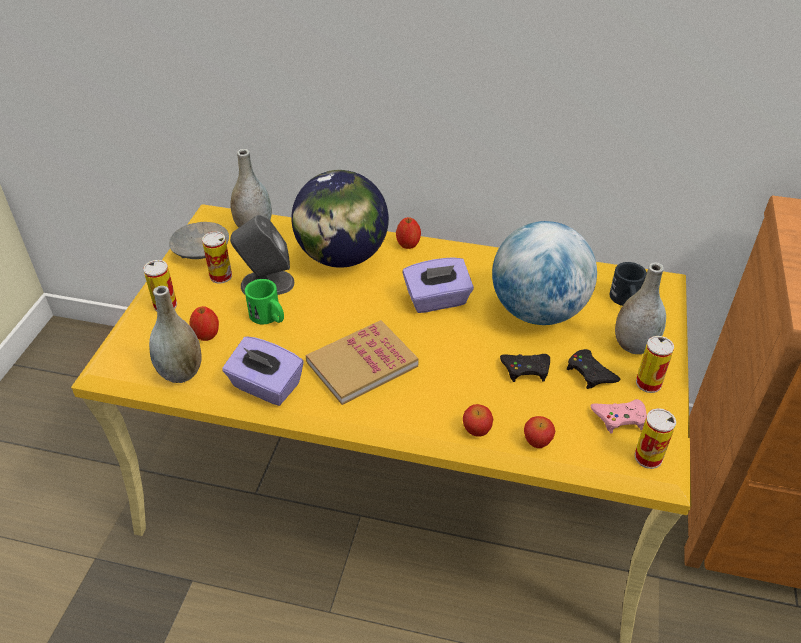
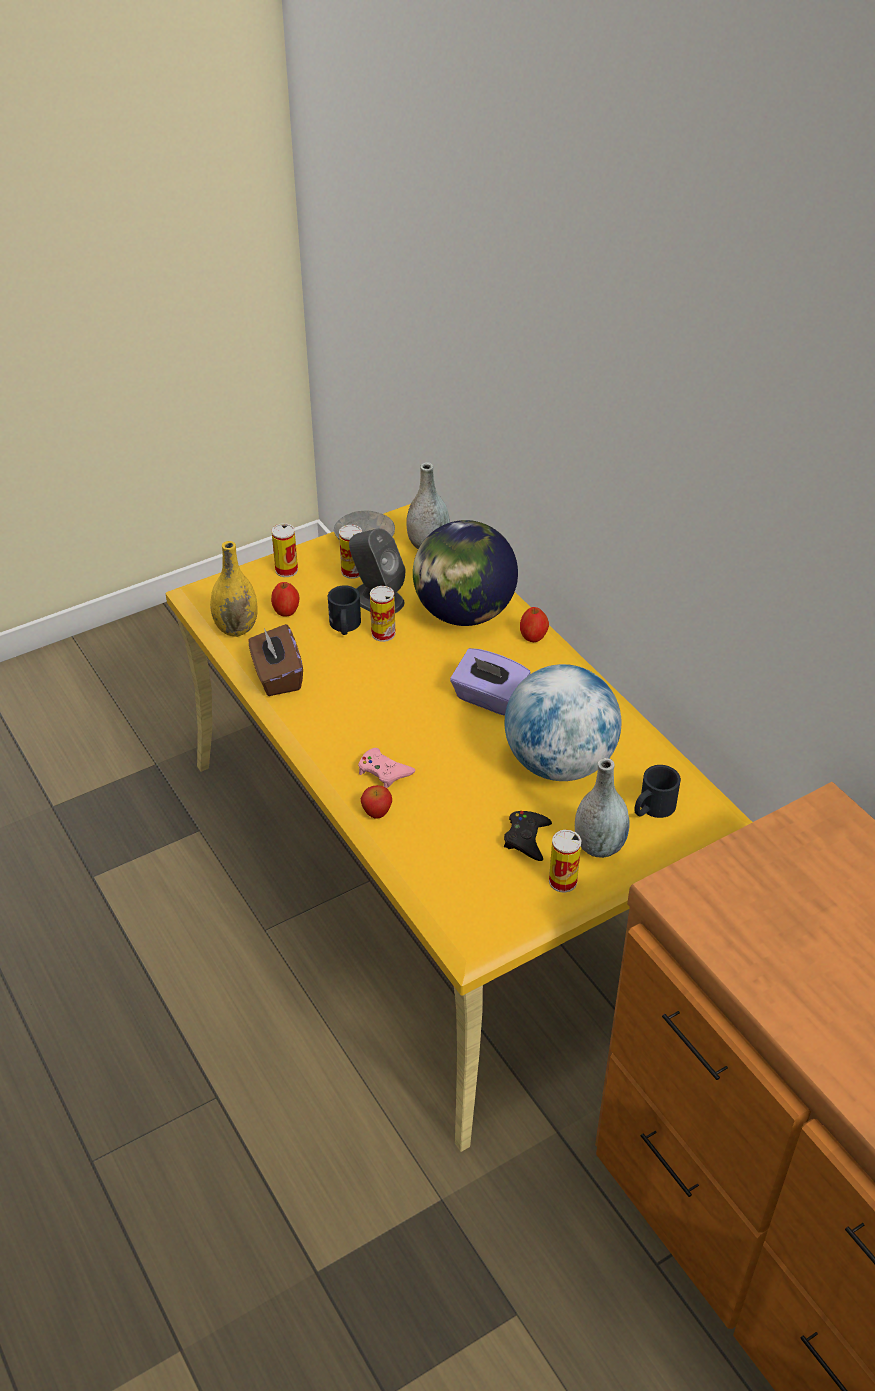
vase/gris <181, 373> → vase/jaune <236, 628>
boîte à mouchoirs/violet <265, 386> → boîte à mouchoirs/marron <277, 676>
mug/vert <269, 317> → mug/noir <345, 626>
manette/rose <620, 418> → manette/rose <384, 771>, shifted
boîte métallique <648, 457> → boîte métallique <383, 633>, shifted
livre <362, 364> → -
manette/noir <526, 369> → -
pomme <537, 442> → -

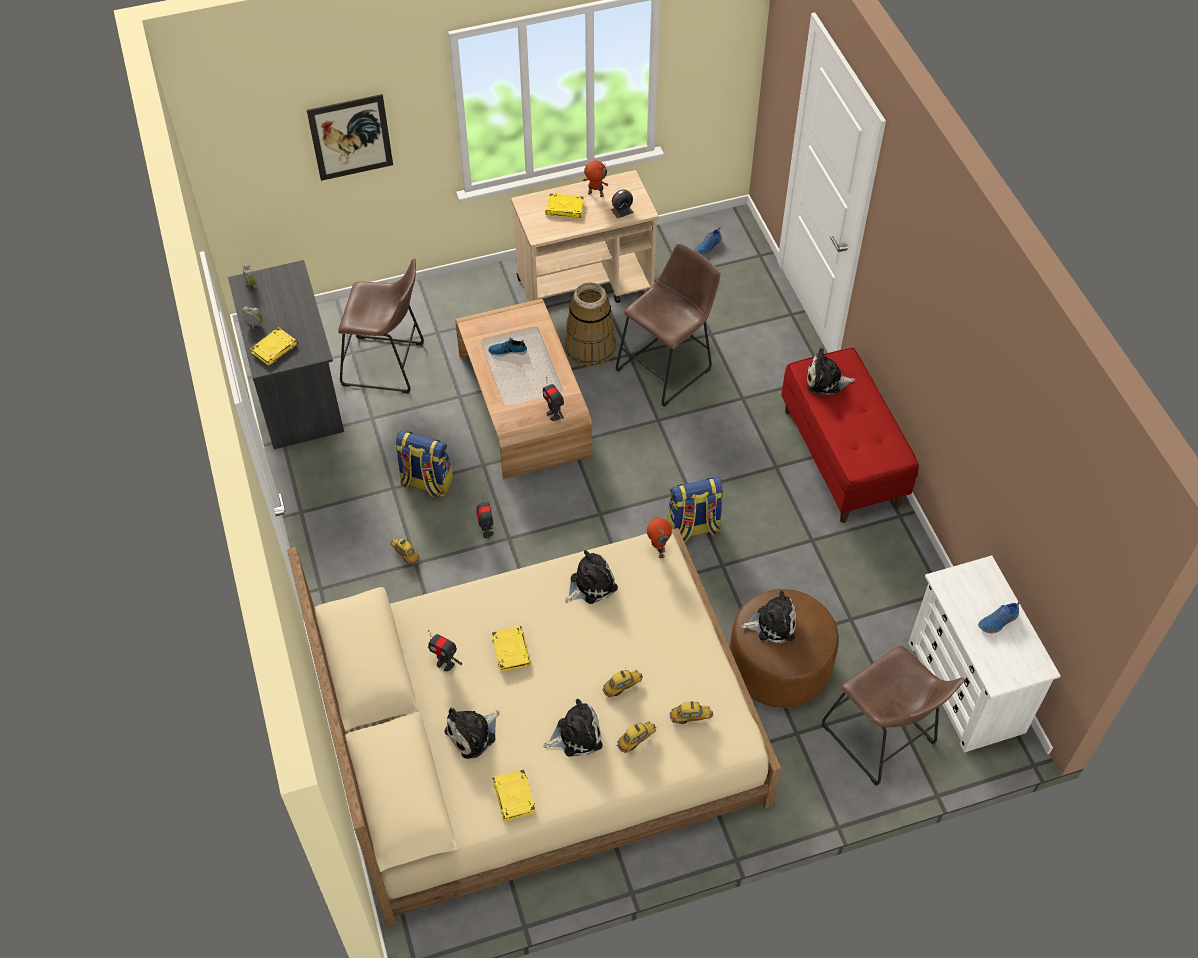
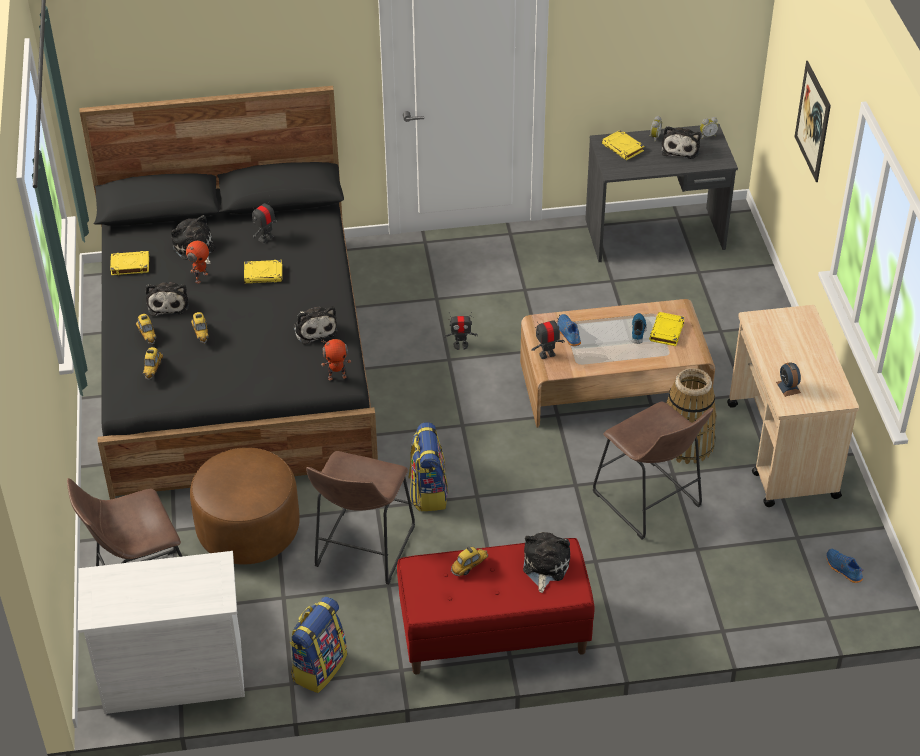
lit/beige <540, 735> → lit/noir <236, 360>
robot jouet <595, 194> → robot jouet <201, 277>, shifted
sac à dos <426, 482> → sac à dos <319, 667>, shifted
tabouret/marron <388, 365> → tabouret/marron <362, 551>, shifted
petite voiture <405, 554> → petite voiture <470, 566>, shifted
chaussure/bleu <998, 622> → chaussure/bleu <568, 334>, shifted
livre/jaune <565, 208> → livre/jaune <667, 332>, shifted
peluche <772, 623> → peluche <680, 148>, shifted

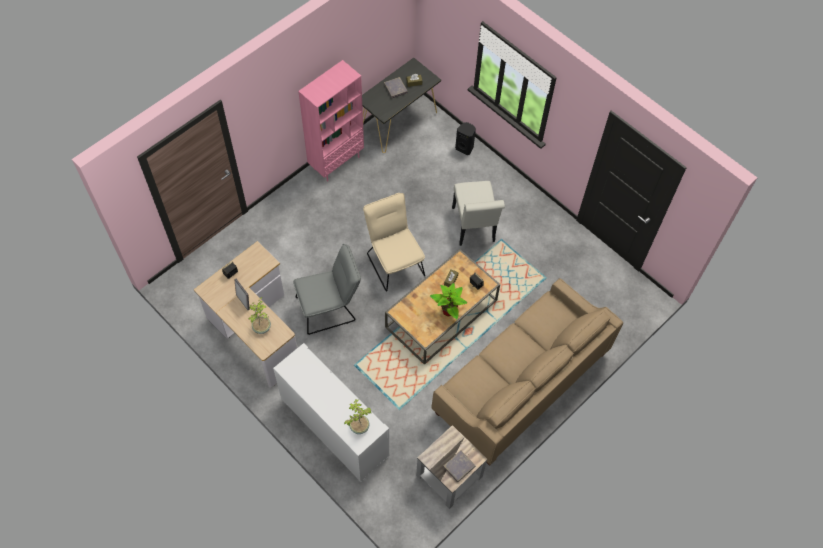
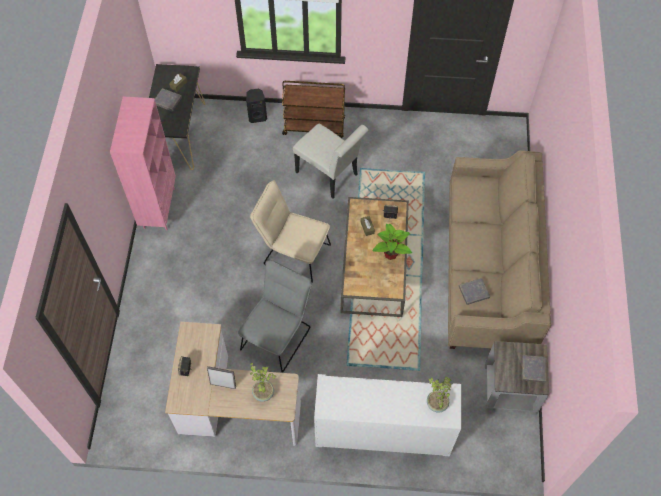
- → chariot/marron <314, 126>
- → livre/gris <474, 292>

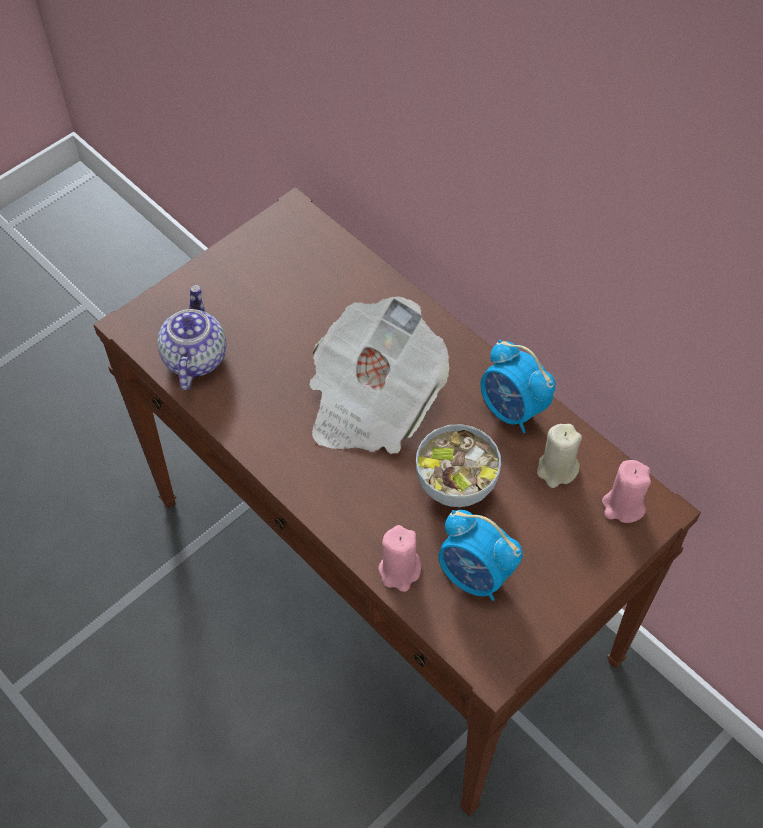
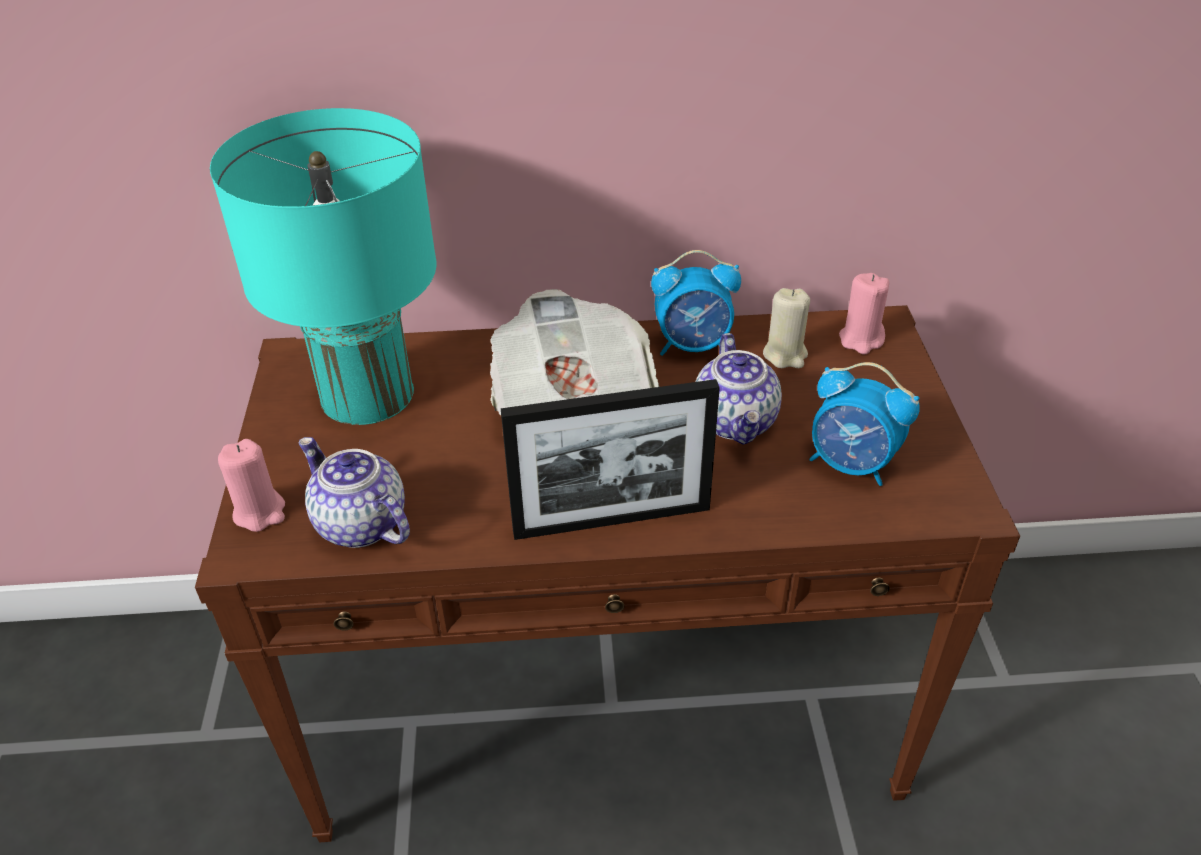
- → lampe de table/turquoise <367, 393>
bougie/rose <399, 571> → bougie/rose <260, 512>, shifted
- → cadre photo <612, 520>
bol <455, 484> → théière <736, 422>
réveil <475, 575> → réveil <852, 464>, 45 degrees clockwise

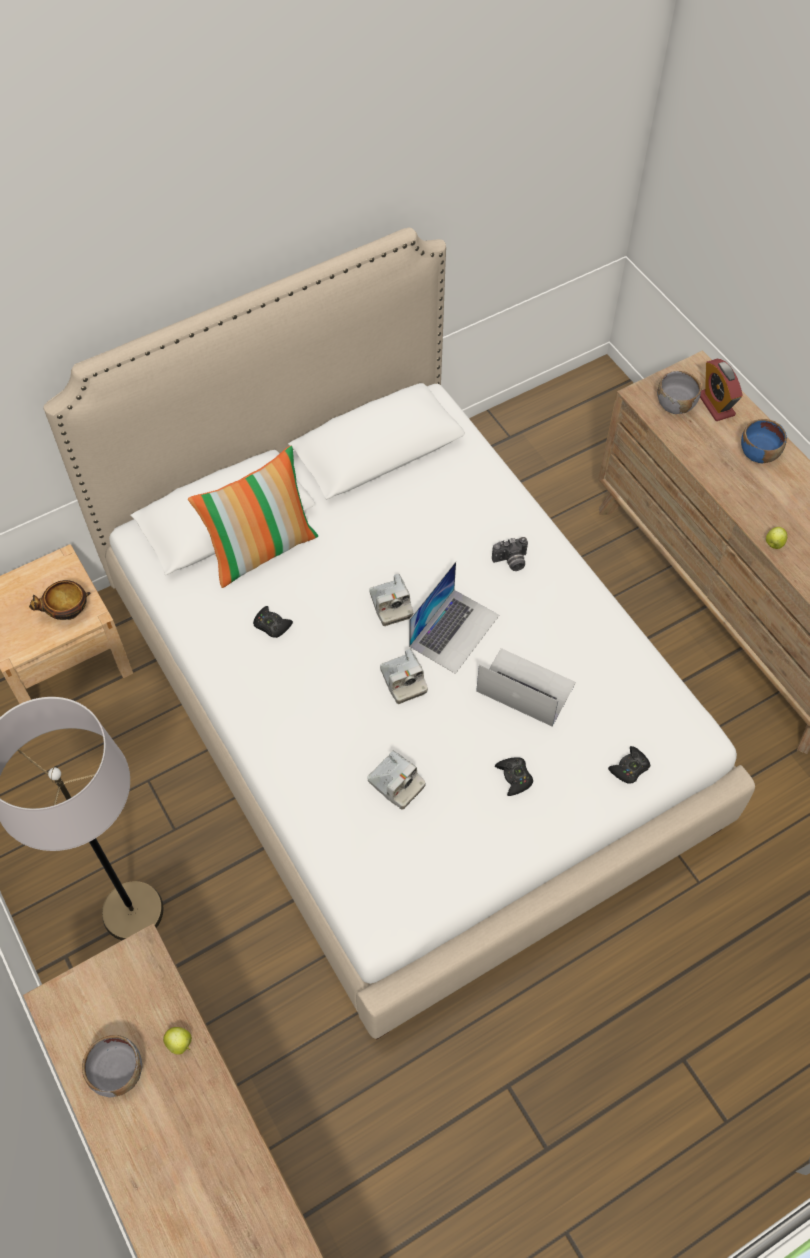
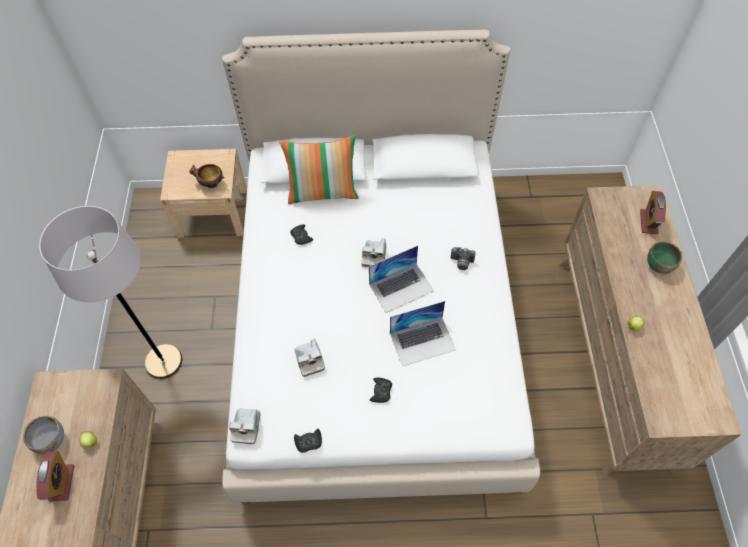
- → réveil <62, 483>
appareil photo <403, 681> → appareil photo <246, 427>, shifted
manette/noir <629, 768> → manette/noir <308, 442>, shifted
ordinateur portable <525, 687> → ordinateur portable <422, 341>, 105 degrees clockwise
bol/bleu <758, 453> → bol/vert <658, 265>
bol/gris <675, 405> → -

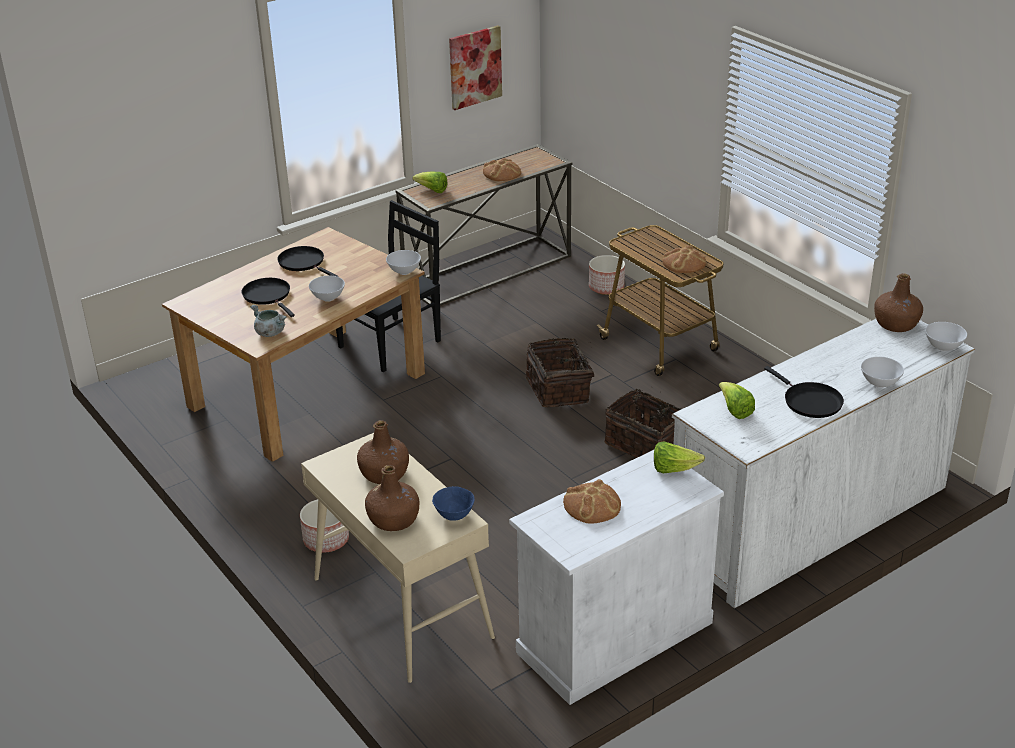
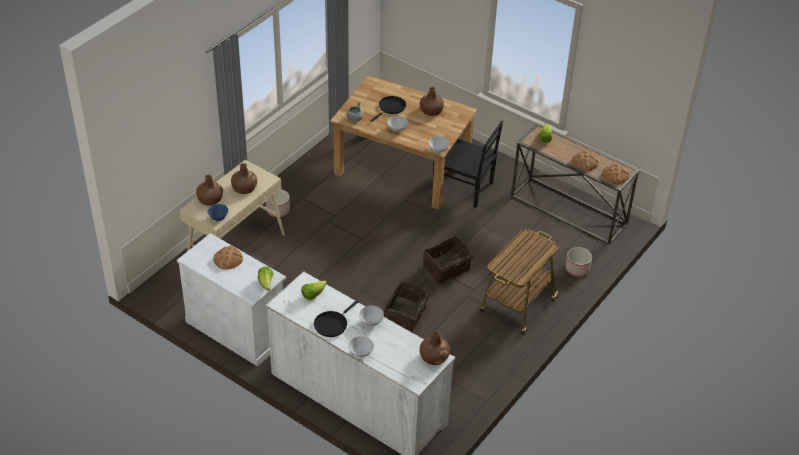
bol/blanc <943, 348> → bol/blanc <371, 322>, shifted
poêle/noir <304, 263> → bouteille/marron <431, 110>
pain <684, 263> → pain <615, 175>, shifted
tableau <475, 67> → -

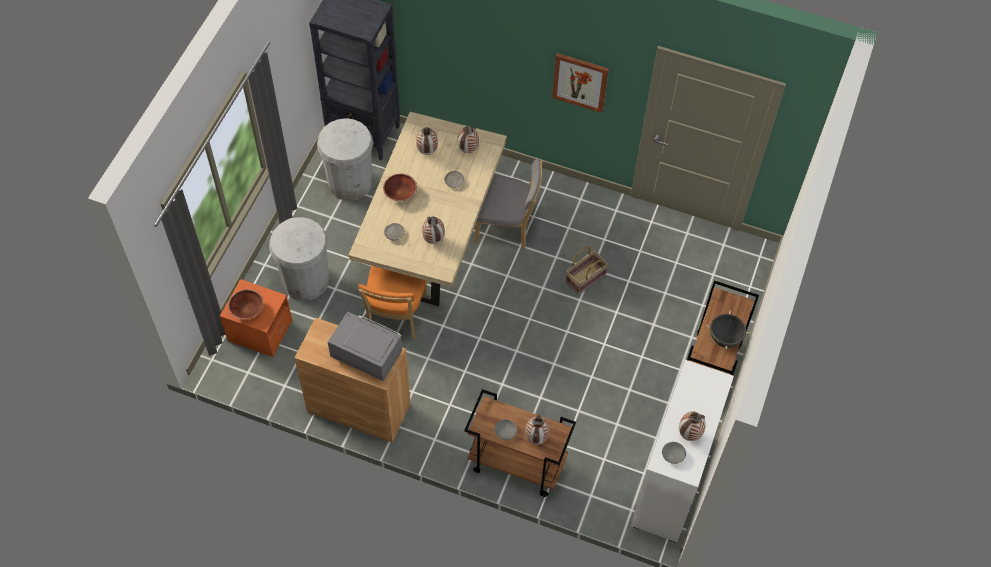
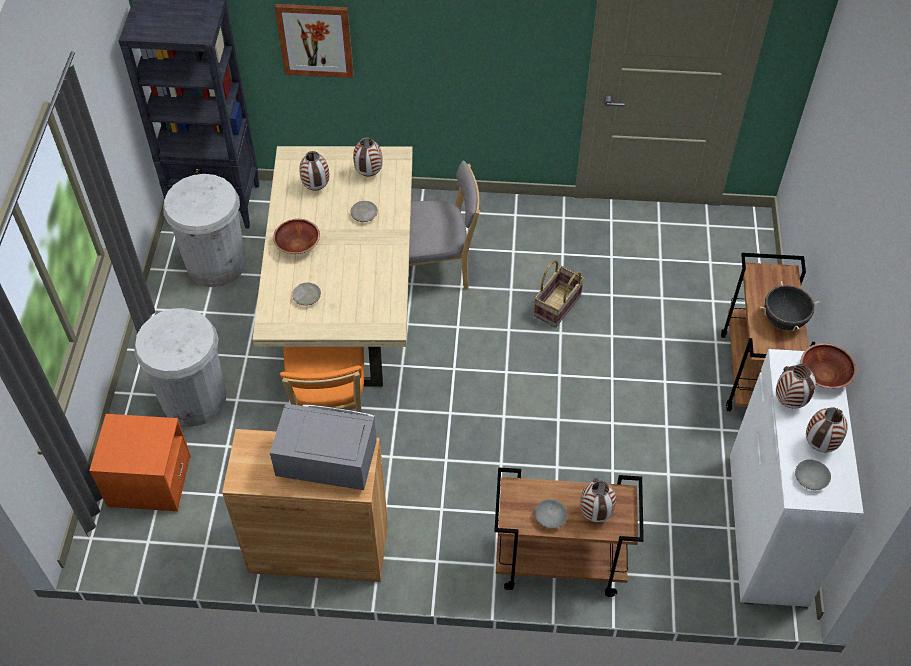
tableau <580, 82> → tableau <315, 40>, shifted
vase <434, 240> → vase <790, 402>, shifted
bol/marron <247, 309> → bol/marron <824, 374>, shifted

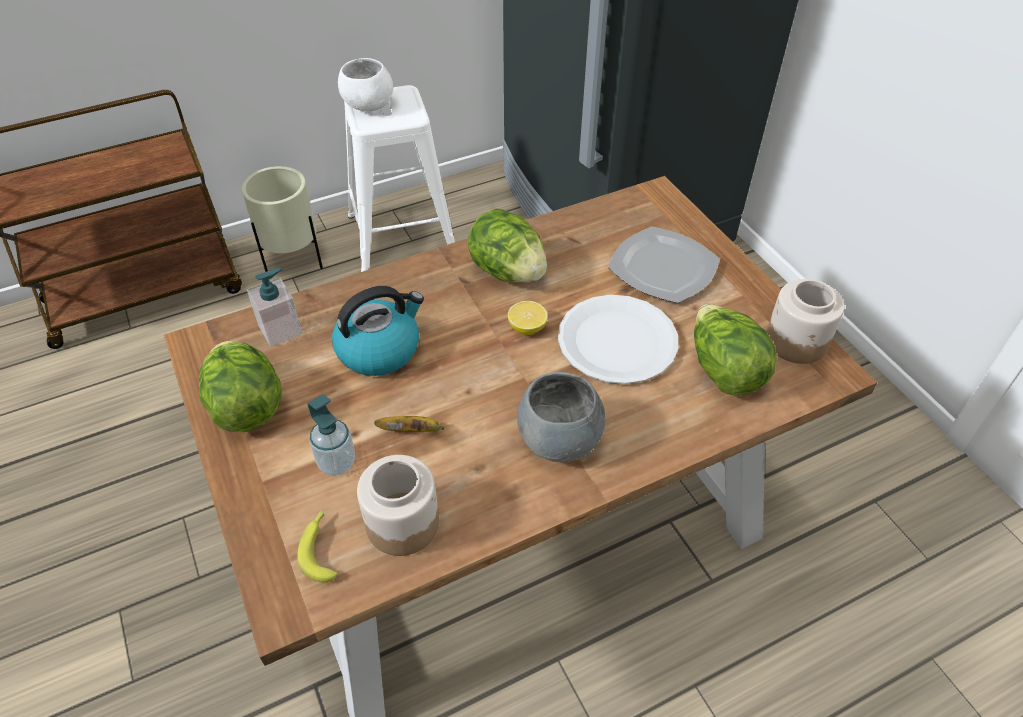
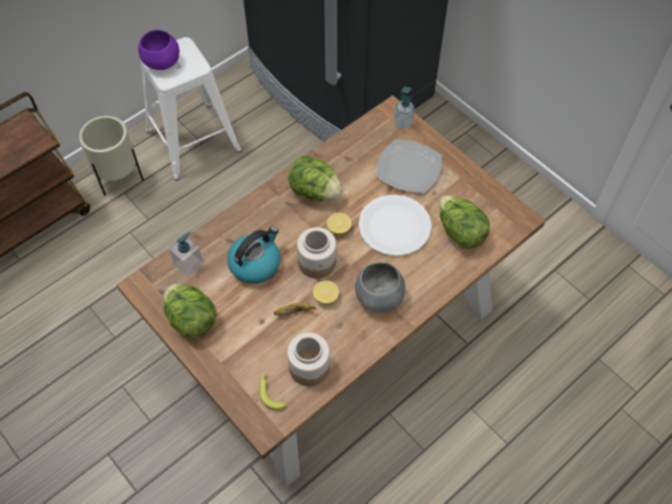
bol/blanc <368, 105> → bol/violet <161, 62>
bocal <796, 342> → bocal <317, 262>, shifted
- → citron <326, 297>
distributeur de savon <337, 463> → distributeur de savon <403, 123>, shifted

